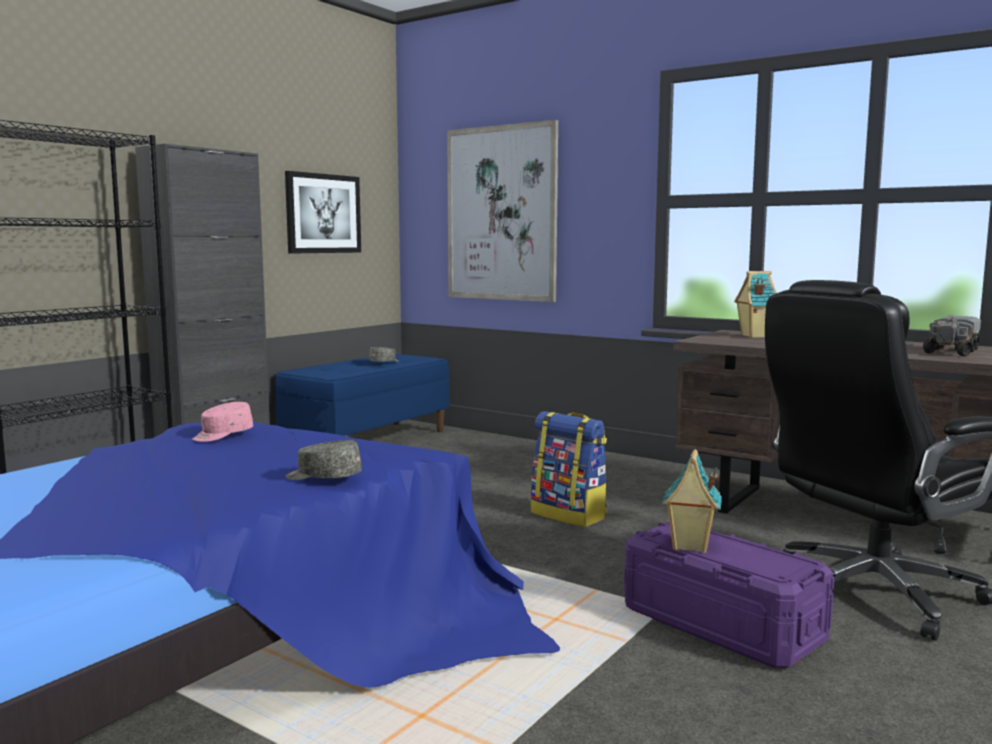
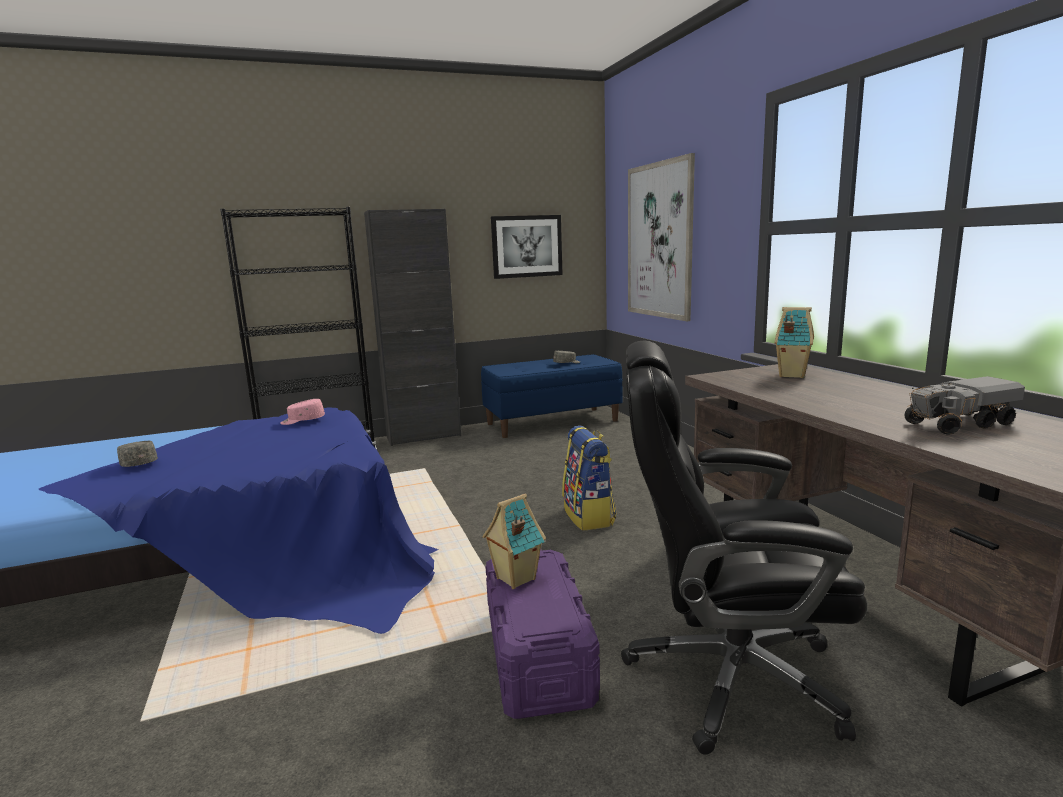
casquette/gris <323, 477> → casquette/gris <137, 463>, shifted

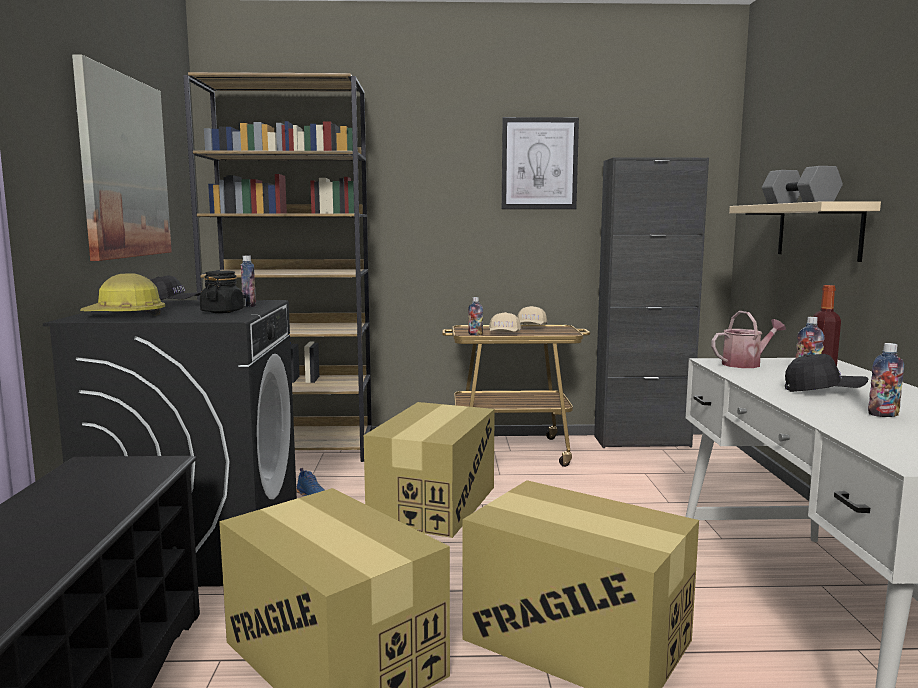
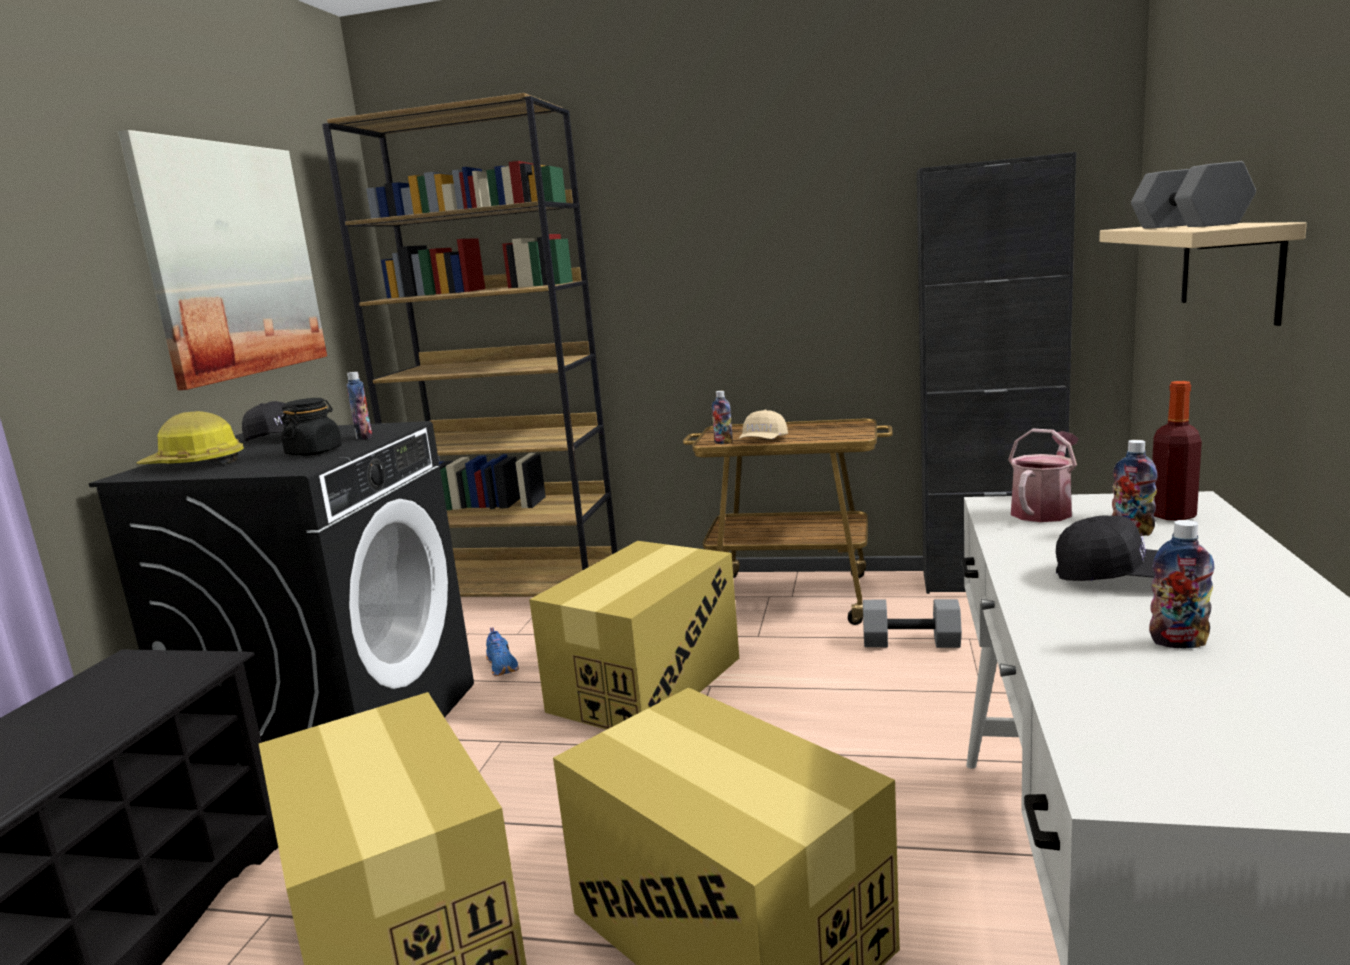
- → haltère/gris <912, 642>
arrosoir <745, 364> → arrosoir <1044, 510>, 45 degrees counterclockwise
tableau <539, 164> → -
casquette/beige <531, 327> → -

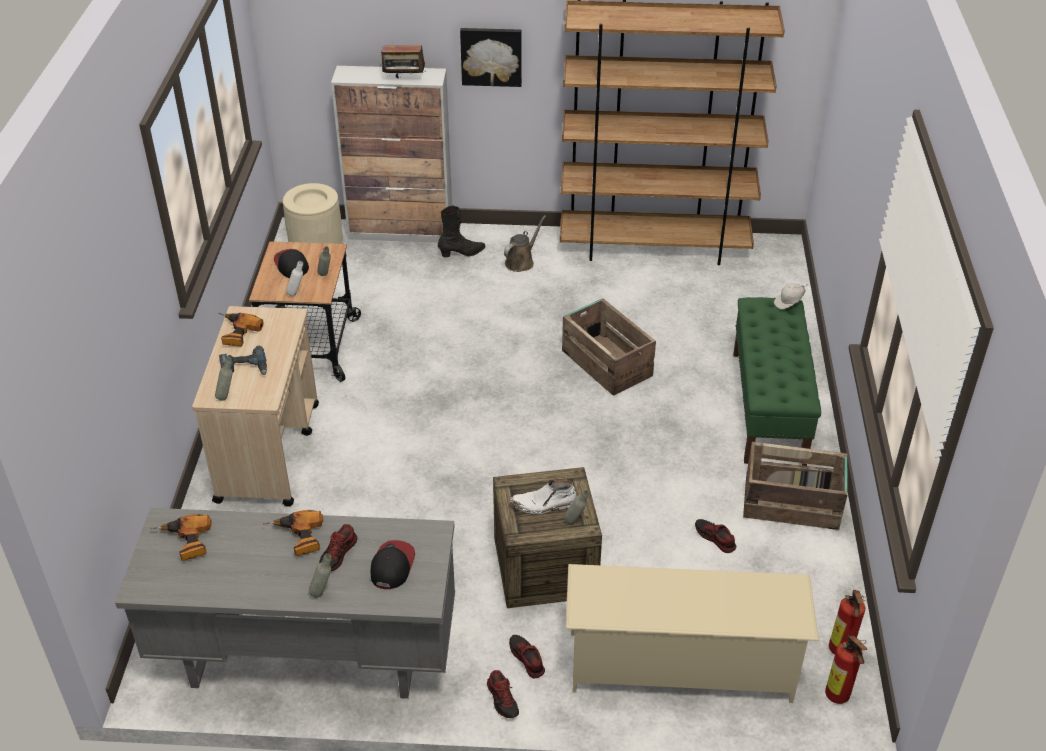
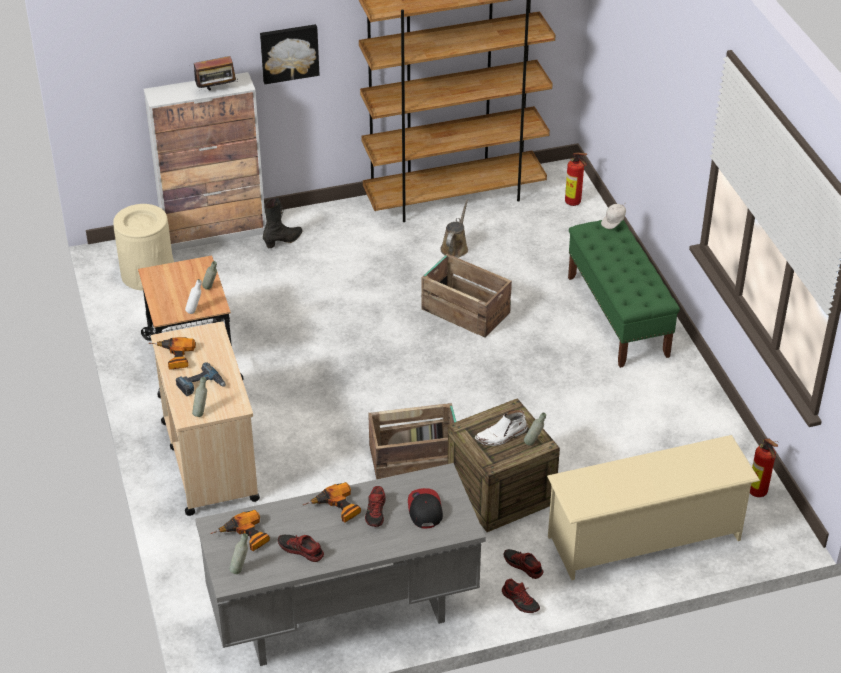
bouteille/gris <322, 592> → bouteille/gris <240, 569>, shifted
chaussure <714, 539> → chaussure <300, 551>, shifted
caisse <793, 504> → caisse <415, 458>, shifted
arrosoir/marron <521, 262> → arrosoir/marron <455, 247>, shifted
extincteur <838, 698> → extincteur <574, 203>, shifted
casquette <291, 265> → -

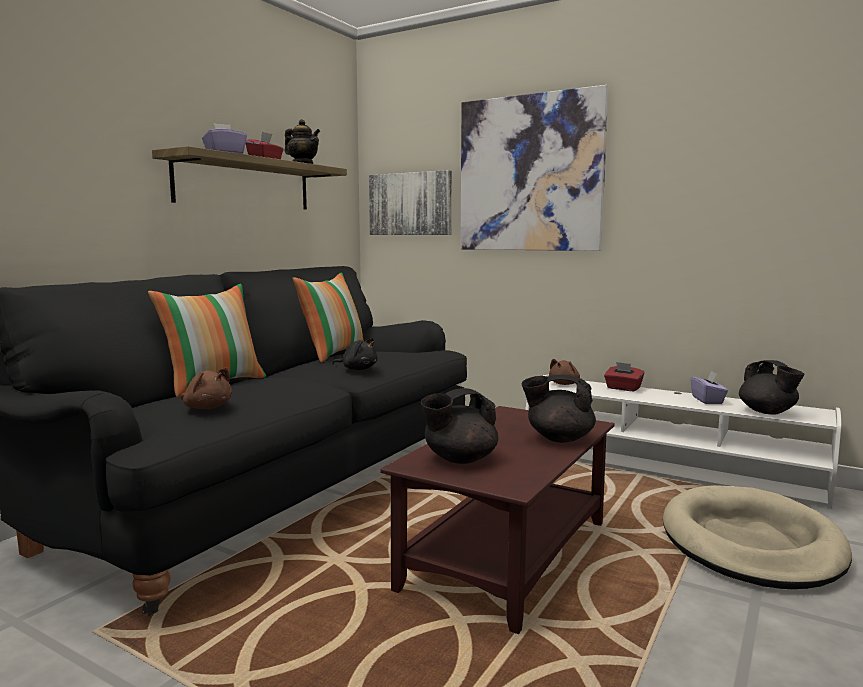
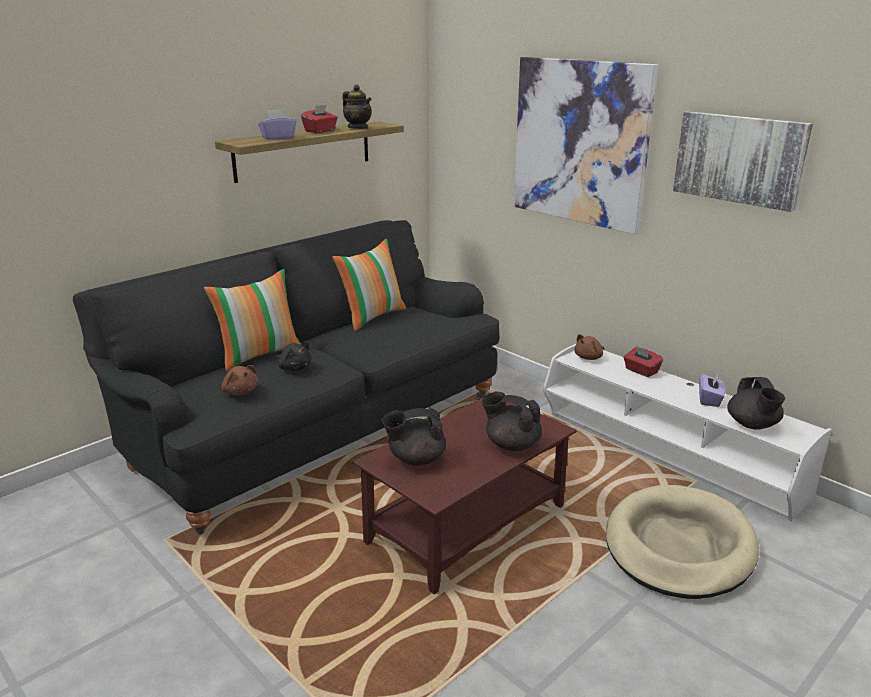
peluche/noir <357, 369> → peluche/noir <294, 368>, shifted
tableau <410, 204> → tableau <739, 159>, shifted

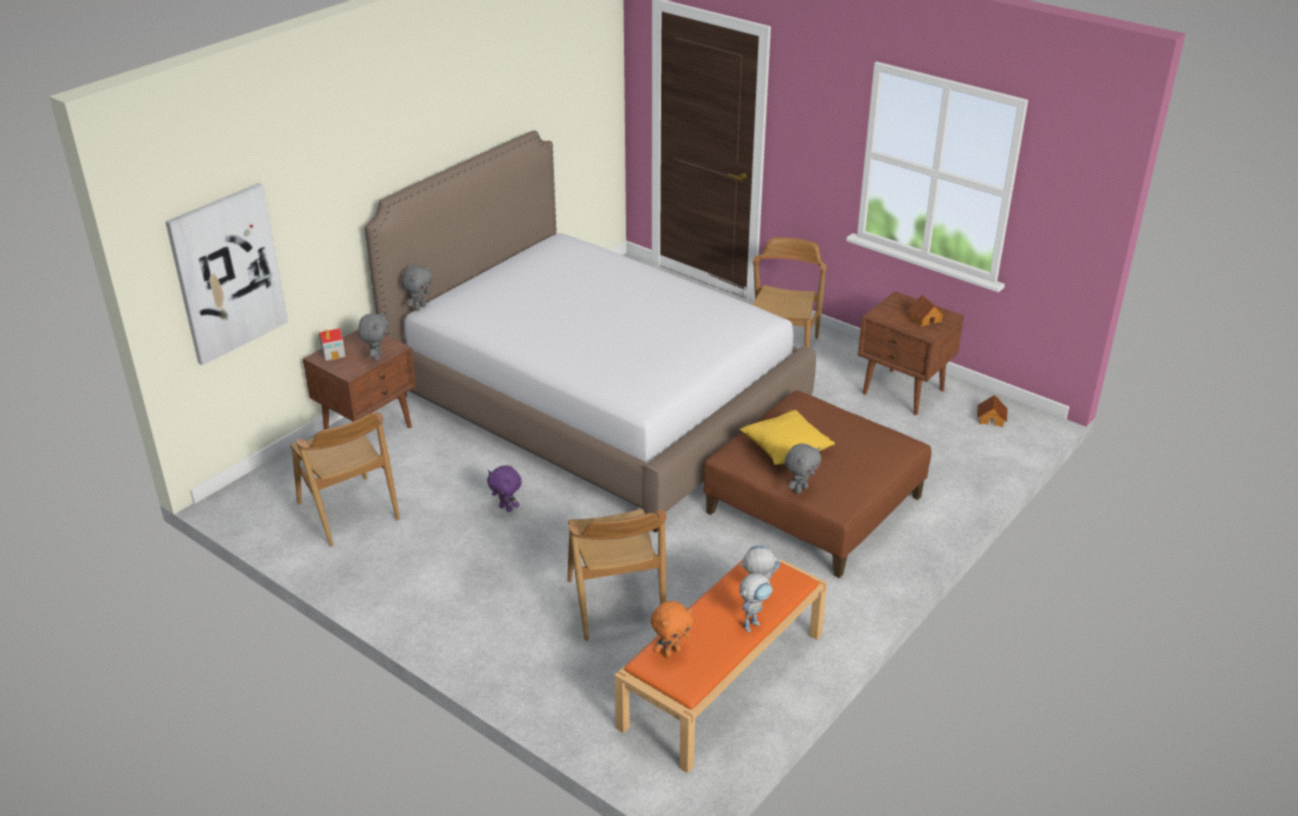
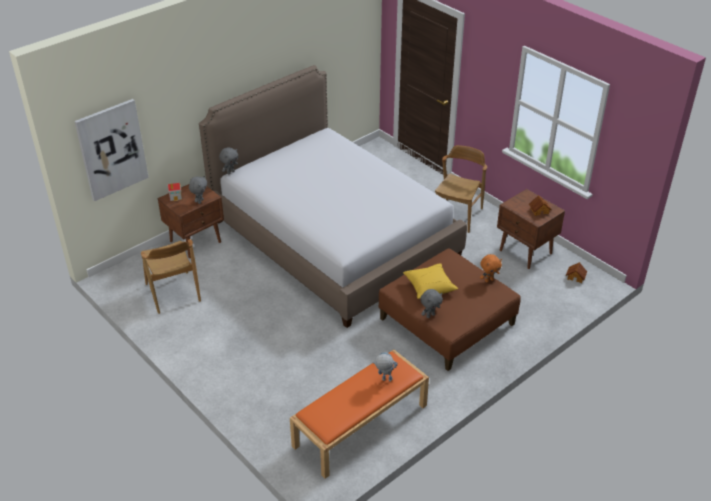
peluche/orange <671, 652> → peluche/orange <489, 280>, shifted
peluche/violet <506, 508> → -
chaise/marron <615, 604> → -
robot jouet <753, 622> → -

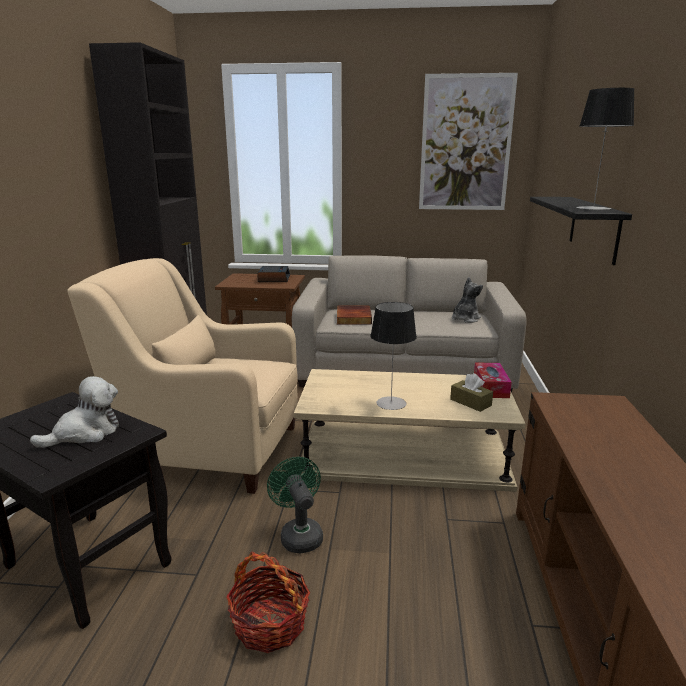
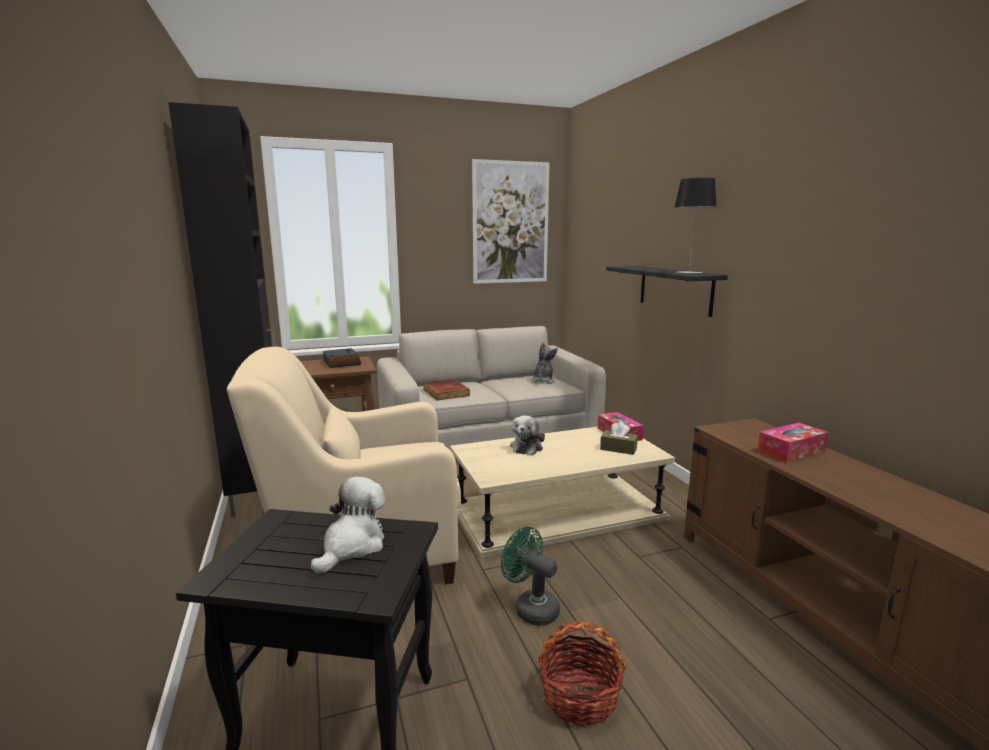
- → peluche <527, 447>
- → boîte à mouchoirs <791, 451>
lampe de table <391, 403> → -

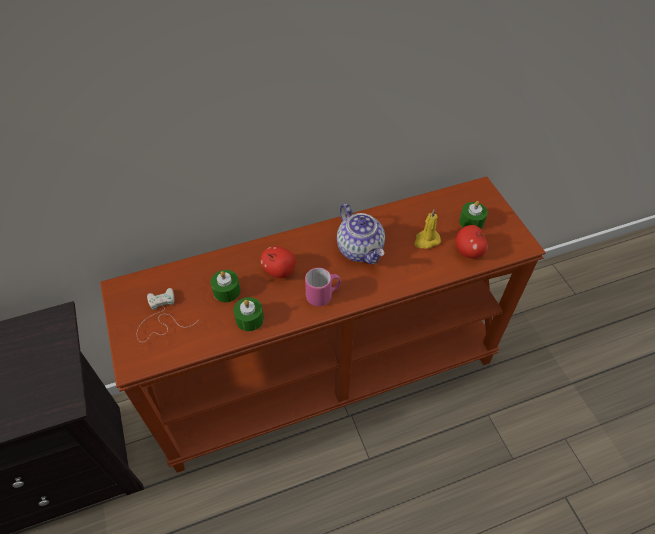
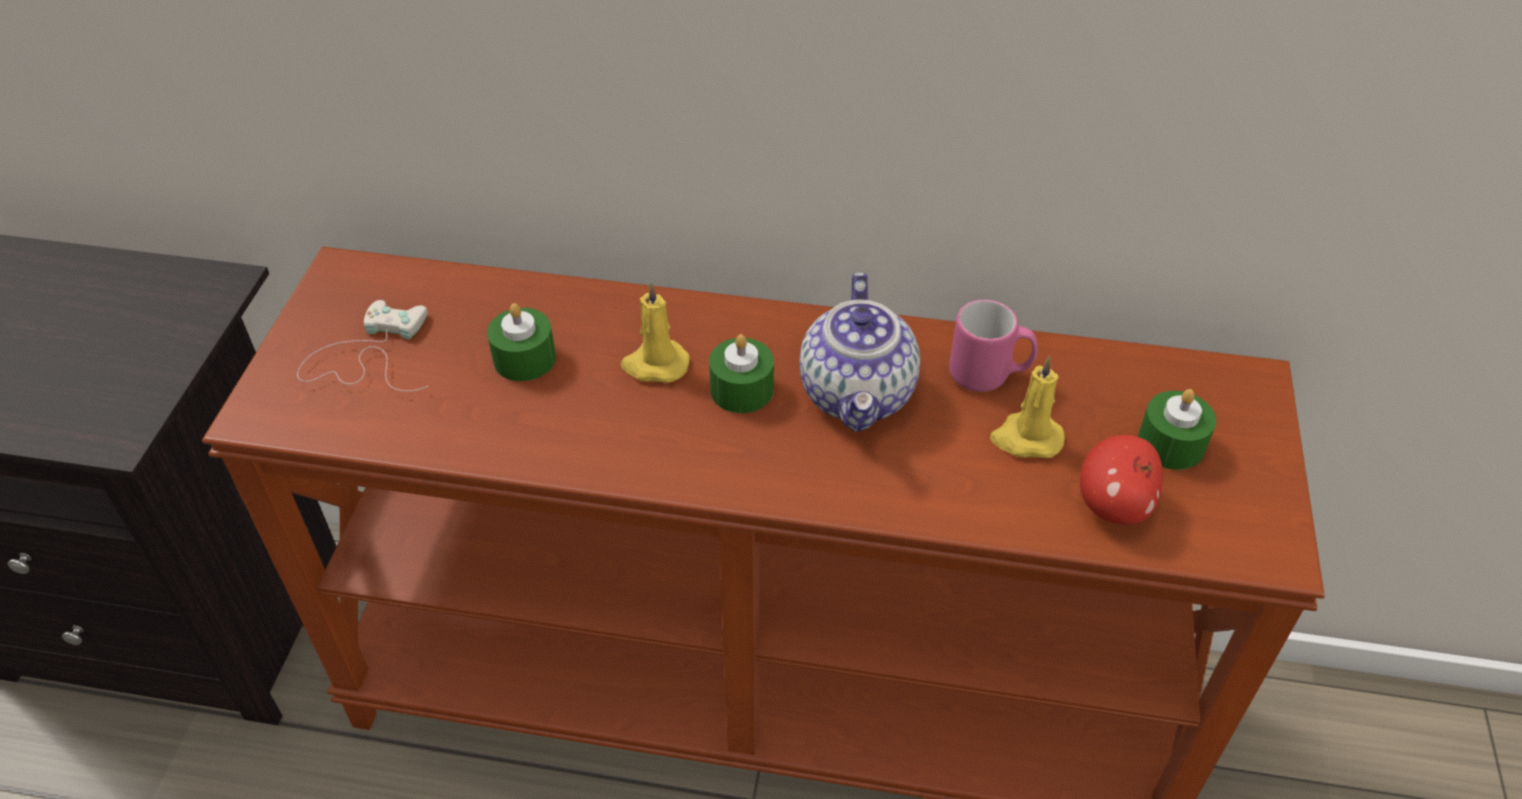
pomme <279, 271> → bougie/jaune <655, 365>
bougie/vert <249, 319> → bougie/vert <741, 389>, shifted
mug/rose <323, 295> → mug/rose <989, 375>, shifted

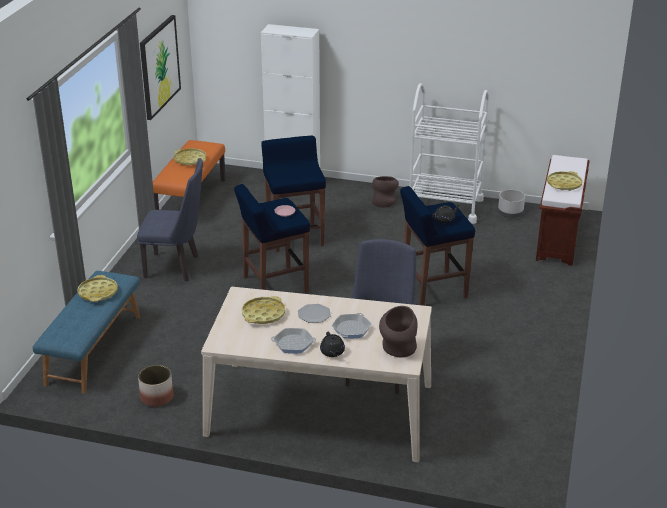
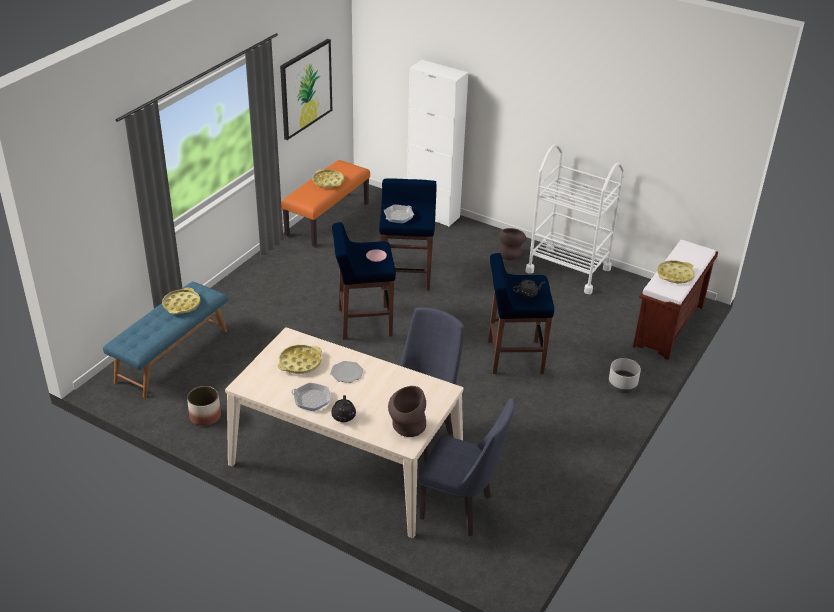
poêle <351, 329> → poêle <398, 216>, shifted
chaise/bleu <177, 267> → chaise/bleu <462, 509>, shifted
cache-pot/gris <510, 213> → cache-pot/gris <622, 385>, shifted

